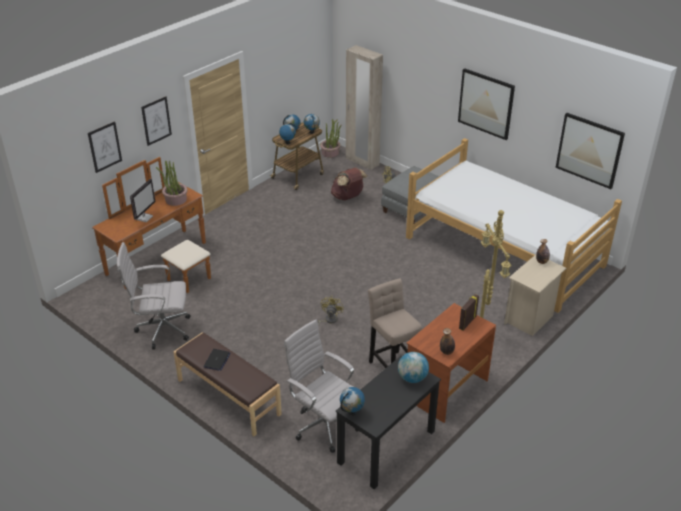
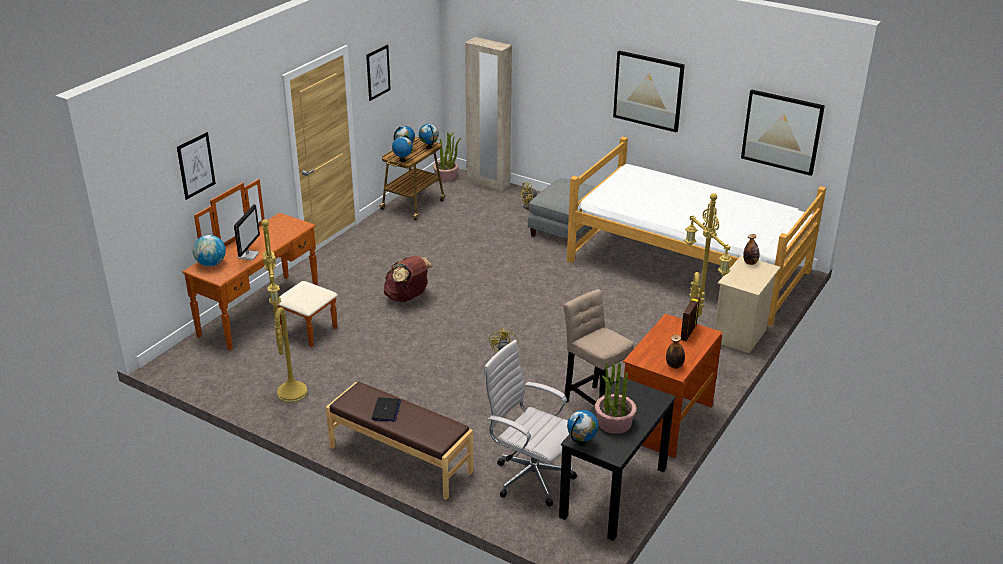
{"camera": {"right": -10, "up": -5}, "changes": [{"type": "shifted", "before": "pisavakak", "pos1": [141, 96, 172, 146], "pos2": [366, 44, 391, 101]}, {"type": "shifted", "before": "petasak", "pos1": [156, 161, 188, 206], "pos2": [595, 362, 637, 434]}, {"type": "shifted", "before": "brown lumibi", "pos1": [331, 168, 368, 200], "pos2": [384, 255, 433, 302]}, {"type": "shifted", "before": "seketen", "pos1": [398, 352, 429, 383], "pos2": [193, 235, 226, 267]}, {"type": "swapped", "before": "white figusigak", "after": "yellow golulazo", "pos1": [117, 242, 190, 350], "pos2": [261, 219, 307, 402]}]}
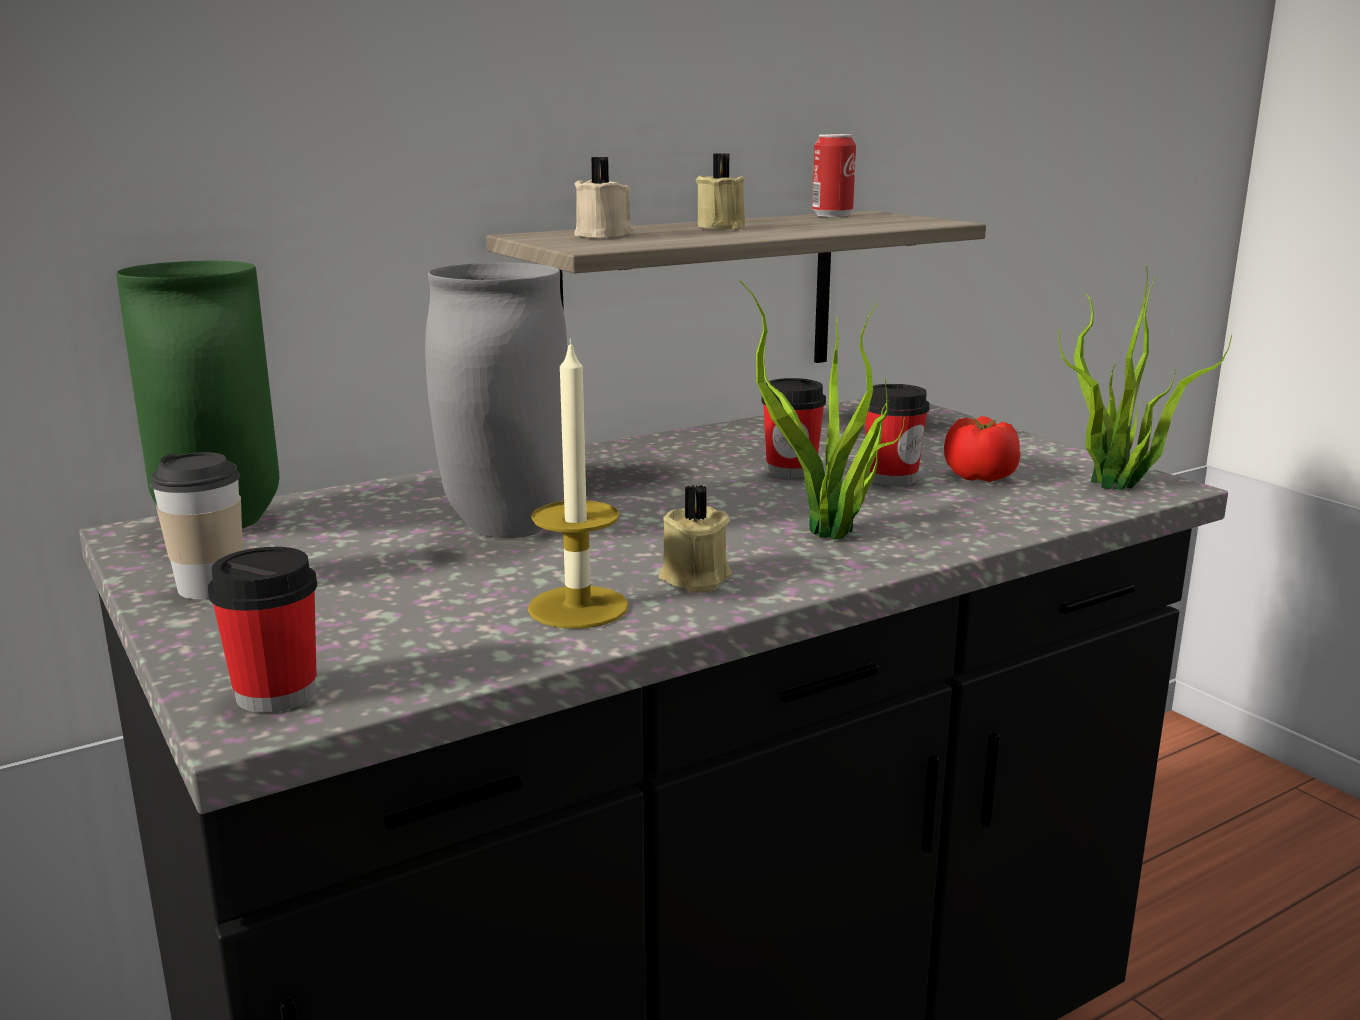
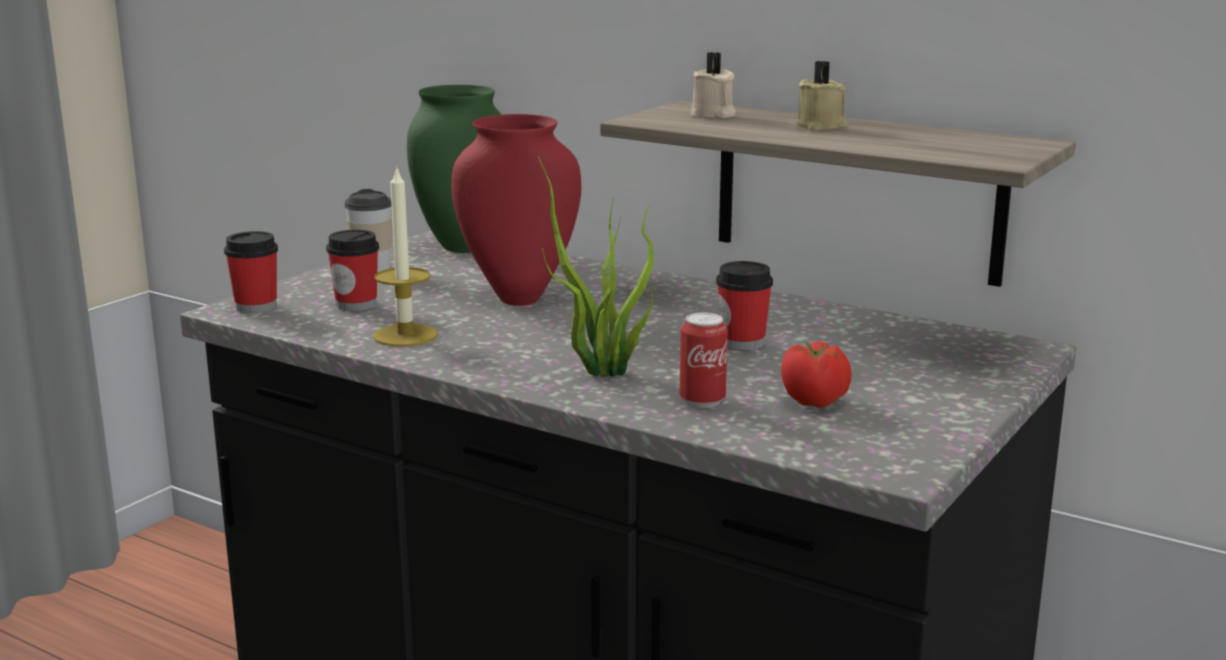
{"camera": {"right": 65, "up": 0}, "changes": [{"type": "gone", "before": "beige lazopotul", "pos1": [659, 485, 732, 593]}, {"type": "gone", "before": "petasak", "pos1": [1058, 265, 1232, 490]}, {"type": "shifted", "before": "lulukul", "pos1": [812, 134, 856, 217], "pos2": [680, 312, 728, 408]}, {"type": "shifted", "before": "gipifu", "pos1": [865, 384, 930, 486], "pos2": [326, 230, 379, 311]}, {"type": "repainted", "before": "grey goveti", "after": "red goveti", "pos1": [425, 263, 567, 538], "pos2": [451, 114, 581, 306]}]}
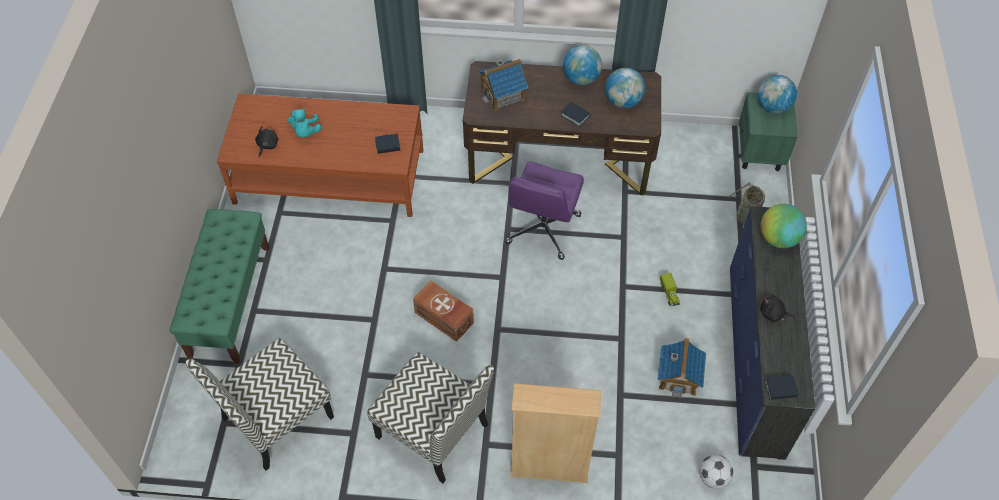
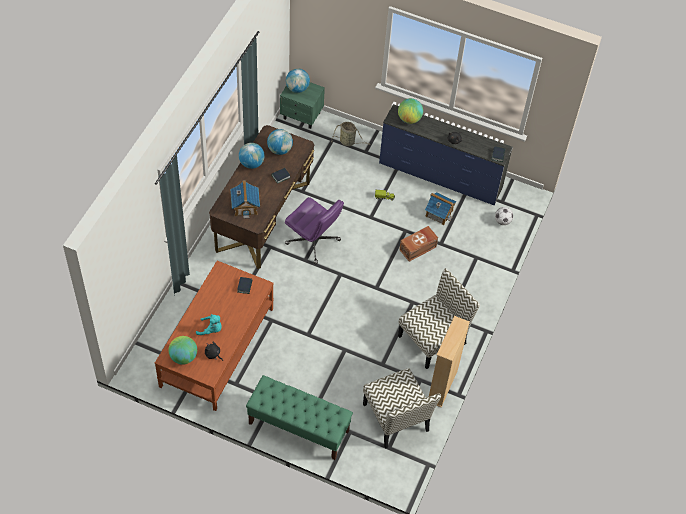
{"camera": {"right": -75, "up": 0}, "changes": [{"type": "new", "after": "seketen", "pos2": [169, 336, 197, 365]}, {"type": "shifted", "before": "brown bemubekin", "pos1": [413, 280, 474, 342], "pos2": [399, 226, 438, 262]}, {"type": "shifted", "before": "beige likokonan", "pos1": [510, 383, 601, 483], "pos2": [429, 316, 470, 407]}]}
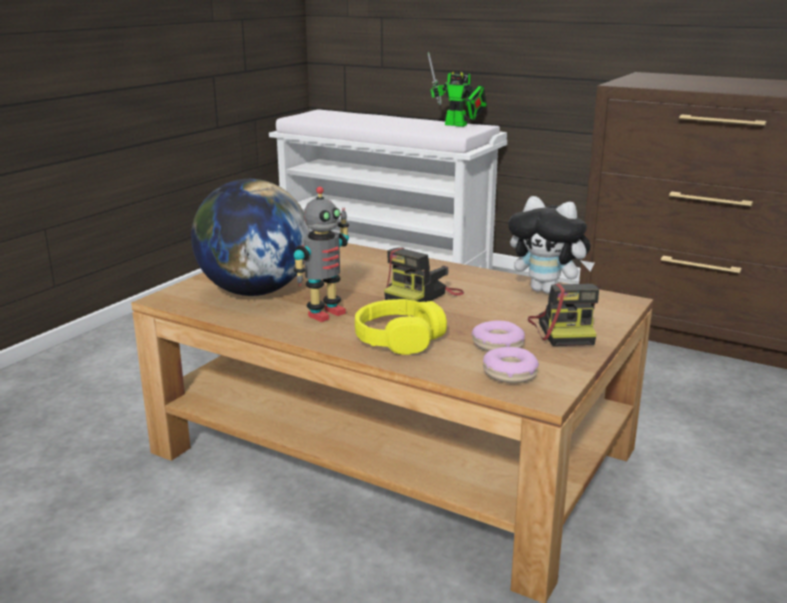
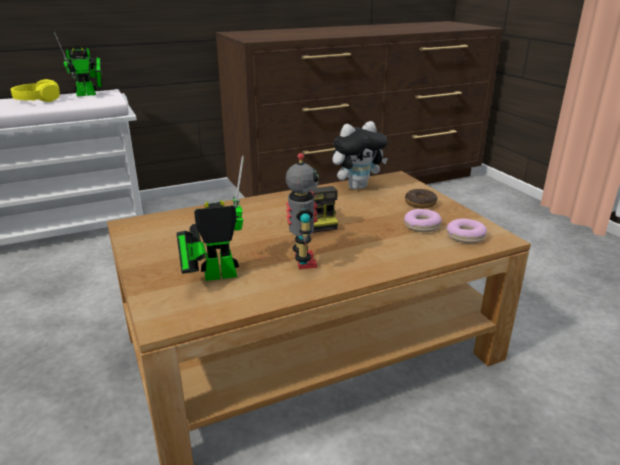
{"camera": {"right": -55, "up": 5}, "changes": [{"type": "shifted", "before": "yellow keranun", "pos1": [355, 299, 447, 355], "pos2": [11, 79, 60, 102]}, {"type": "swapped", "before": "seketen", "after": "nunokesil", "pos1": [191, 179, 310, 296], "pos2": [176, 156, 244, 281]}, {"type": "swapped", "before": "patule", "after": "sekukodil", "pos1": [528, 283, 599, 346], "pos2": [405, 189, 438, 208]}]}
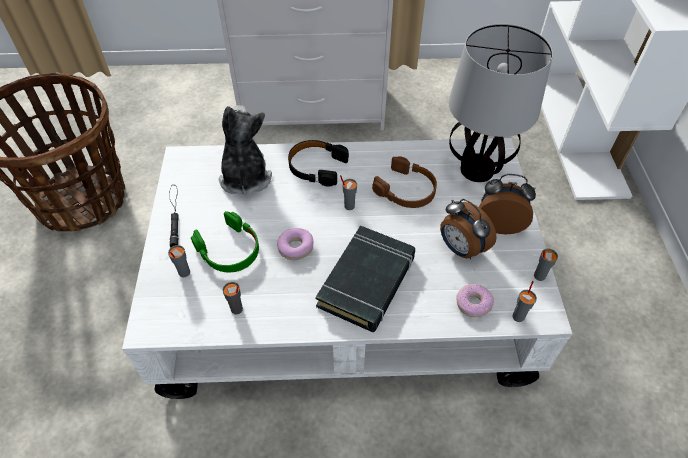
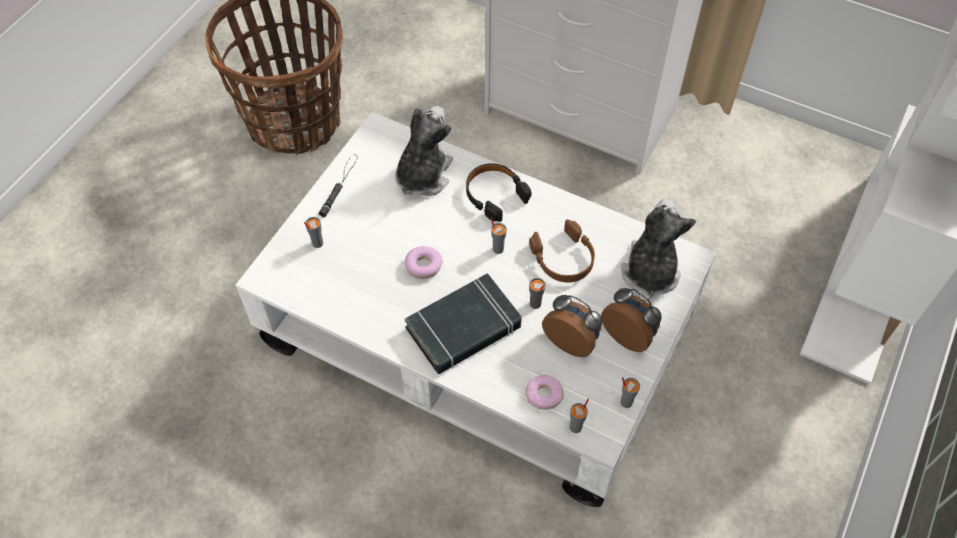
{"camera": {"right": 30, "up": 5}, "changes": [{"type": "gone", "before": "green keranun", "pos1": [191, 211, 259, 272]}, {"type": "shifted", "before": "grey gipifu", "pos1": [222, 282, 243, 314], "pos2": [529, 278, 545, 309]}, {"type": "swapped", "before": "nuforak", "after": "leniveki", "pos1": [449, 24, 553, 182], "pos2": [621, 198, 696, 298]}, {"type": "rotated", "before": "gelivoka", "pos1": [440, 199, 497, 259], "pos2": [542, 295, 602, 357], "turn": 135}]}
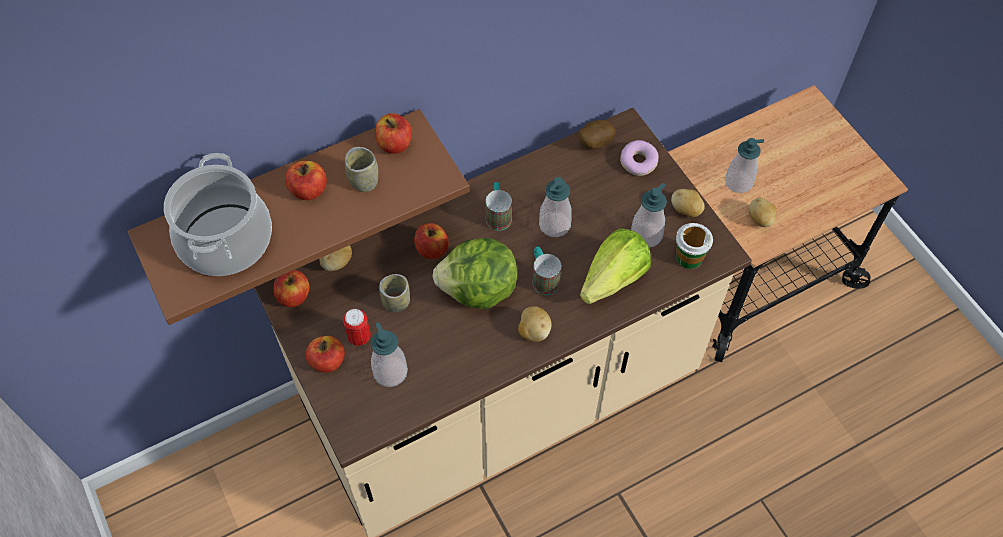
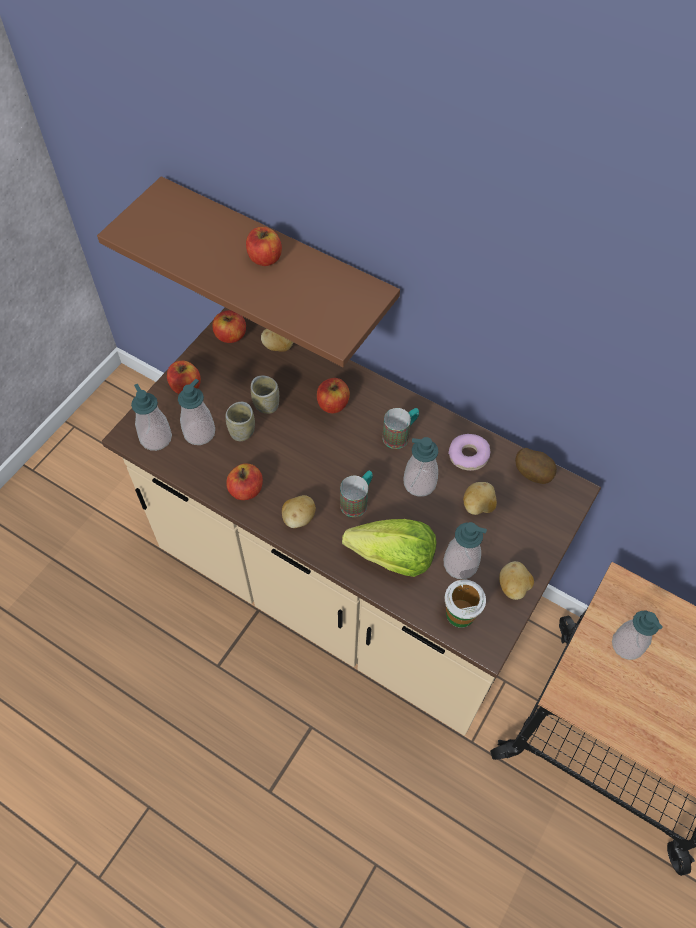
{"camera": {"right": 60, "up": 0}, "changes": [{"type": "gone", "before": "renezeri", "pos1": [164, 153, 272, 276]}, {"type": "gone", "before": "lulukul", "pos1": [343, 309, 371, 346]}, {"type": "gone", "before": "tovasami", "pos1": [432, 238, 517, 310]}, {"type": "new", "after": "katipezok", "pos2": [131, 384, 172, 451]}, {"type": "shifted", "before": "gipifu", "pos1": [345, 147, 378, 192], "pos2": [225, 402, 255, 441]}, {"type": "shifted", "before": "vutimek", "pos1": [375, 113, 412, 154], "pos2": [226, 463, 263, 500]}, {"type": "shifted", "before": "sekukodil", "pos1": [620, 140, 659, 176], "pos2": [448, 434, 490, 471]}, {"type": "shifted", "before": "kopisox", "pos1": [749, 197, 777, 227], "pos2": [463, 482, 497, 515]}]}
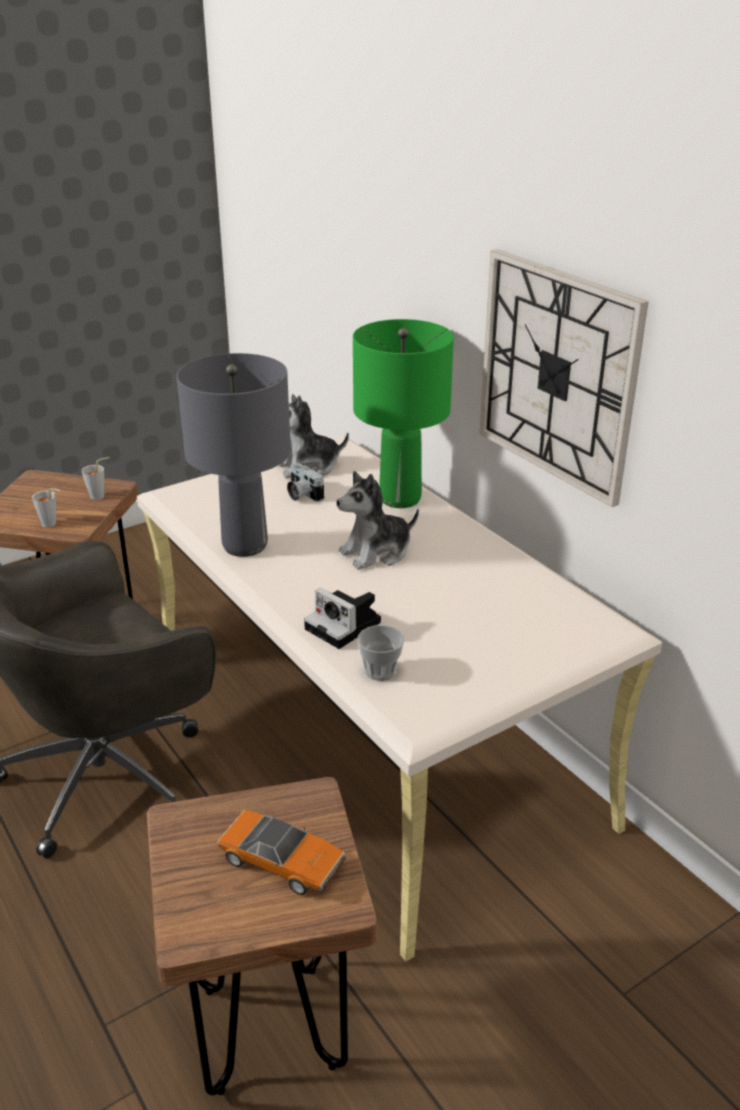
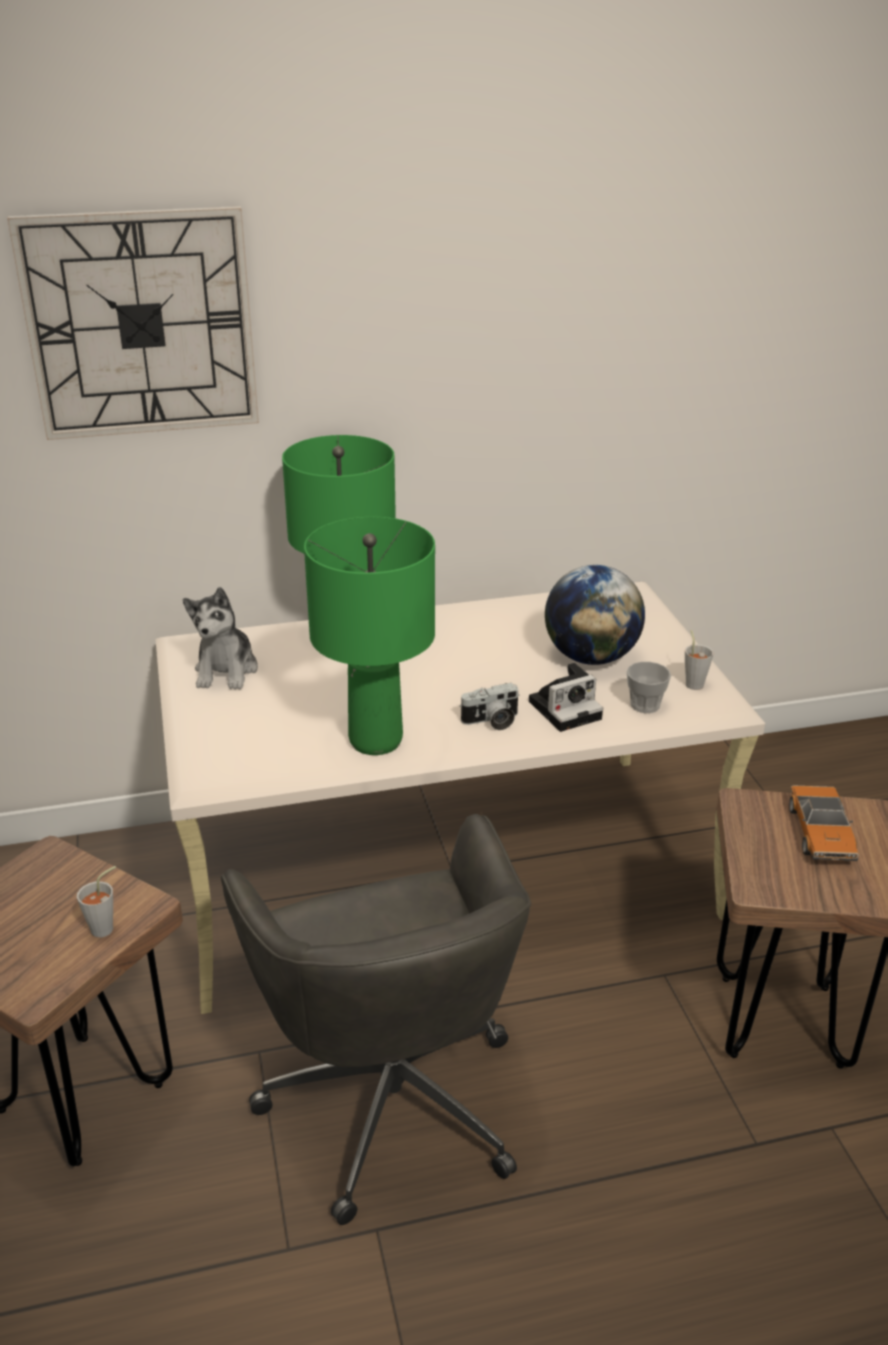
{"camera": {"right": -70, "up": 0}, "changes": [{"type": "gone", "before": "leniveki", "pos1": [337, 471, 419, 570]}, {"type": "new", "after": "seketen", "pos2": [545, 565, 645, 665]}, {"type": "shifted", "before": "grey gipifu", "pos1": [82, 457, 109, 500], "pos2": [685, 630, 714, 690]}, {"type": "shifted", "before": "patule", "pos1": [287, 463, 324, 502], "pos2": [459, 683, 519, 730]}, {"type": "shifted", "before": "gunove", "pos1": [479, 249, 649, 507], "pos2": [7, 206, 259, 440]}, {"type": "repainted", "before": "grey nuforak", "after": "green nuforak", "pos1": [176, 353, 291, 557], "pos2": [304, 517, 435, 755]}, {"type": "rotated", "before": "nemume", "pos1": [217, 809, 346, 895], "pos2": [789, 785, 859, 861], "turn": 135}]}
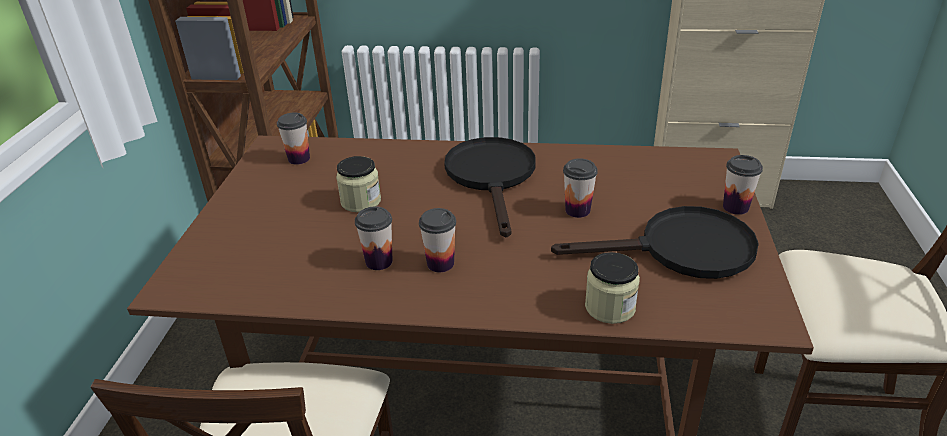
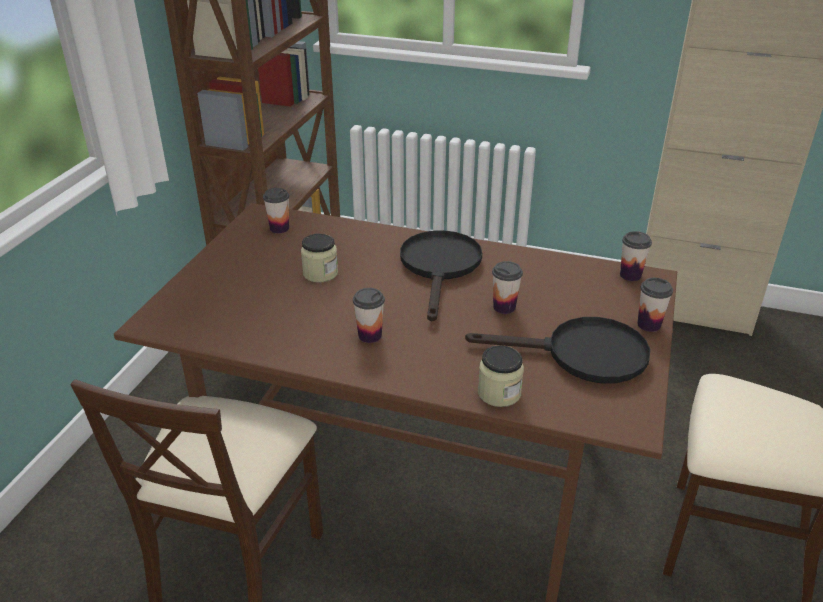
{"camera": {"right": 10, "up": 0}, "changes": [{"type": "shifted", "before": "gipifu", "pos1": [355, 206, 393, 270], "pos2": [620, 231, 652, 281]}]}
